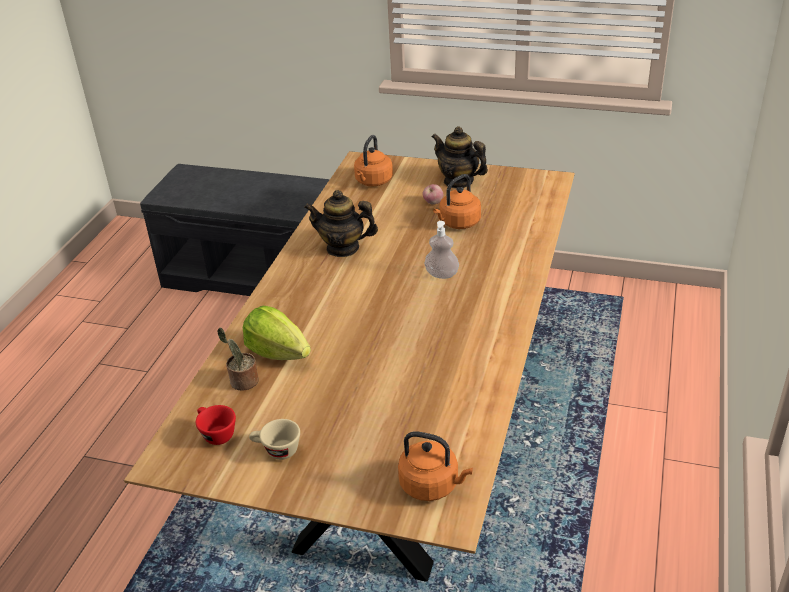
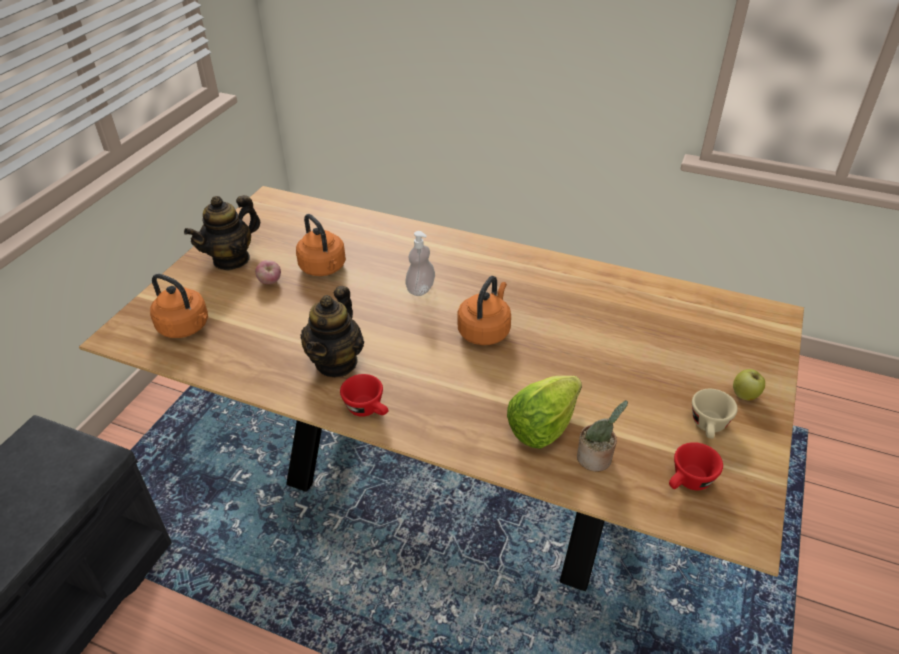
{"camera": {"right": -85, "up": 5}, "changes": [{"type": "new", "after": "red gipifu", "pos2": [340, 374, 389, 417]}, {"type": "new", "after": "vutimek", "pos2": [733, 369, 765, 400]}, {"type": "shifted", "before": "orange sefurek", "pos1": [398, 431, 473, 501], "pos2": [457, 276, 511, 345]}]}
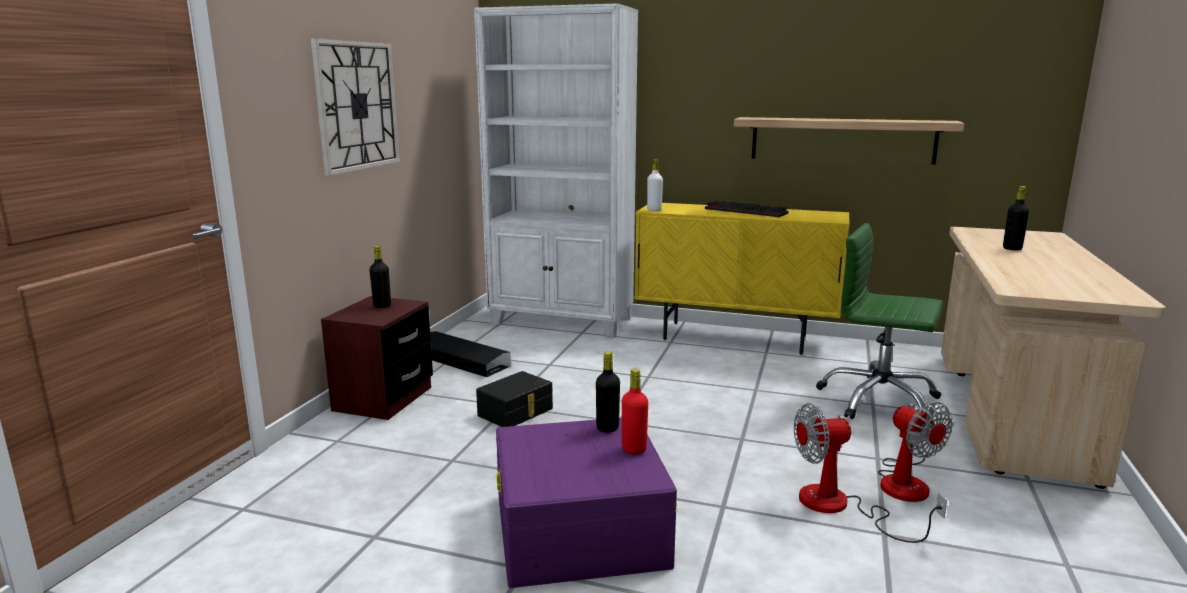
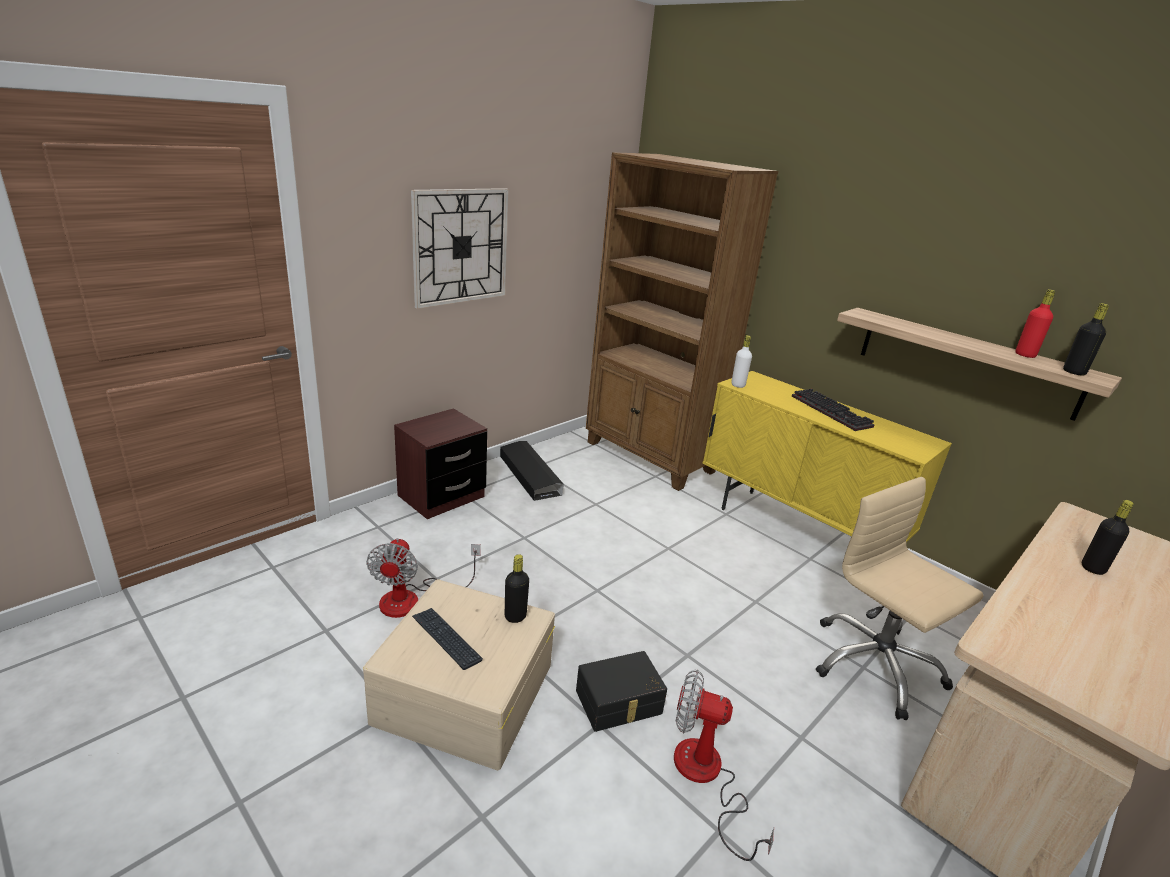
{"camera": {"right": 25, "up": 10}, "changes": [{"type": "new", "after": "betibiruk", "pos2": [412, 608, 483, 670]}, {"type": "shifted", "before": "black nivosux", "pos1": [370, 246, 391, 308], "pos2": [1063, 303, 1109, 376]}, {"type": "shifted", "before": "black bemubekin", "pos1": [476, 371, 553, 427], "pos2": [576, 651, 667, 732]}, {"type": "shifted", "before": "red nivosux", "pos1": [622, 369, 648, 455], "pos2": [1015, 289, 1056, 358]}, {"type": "shifted", "before": "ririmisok", "pos1": [878, 402, 953, 502], "pos2": [366, 538, 481, 618]}, {"type": "repainted", "before": "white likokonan", "after": "brown likokonan", "pos1": [474, 3, 638, 337], "pos2": [586, 152, 778, 491]}, {"type": "repainted", "before": "purple bemubekin", "after": "beige bemubekin", "pos1": [496, 418, 678, 588], "pos2": [363, 580, 555, 770]}, {"type": "repainted", "before": "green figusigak", "after": "beige figusigak", "pos1": [816, 223, 944, 419], "pos2": [816, 477, 983, 720]}]}
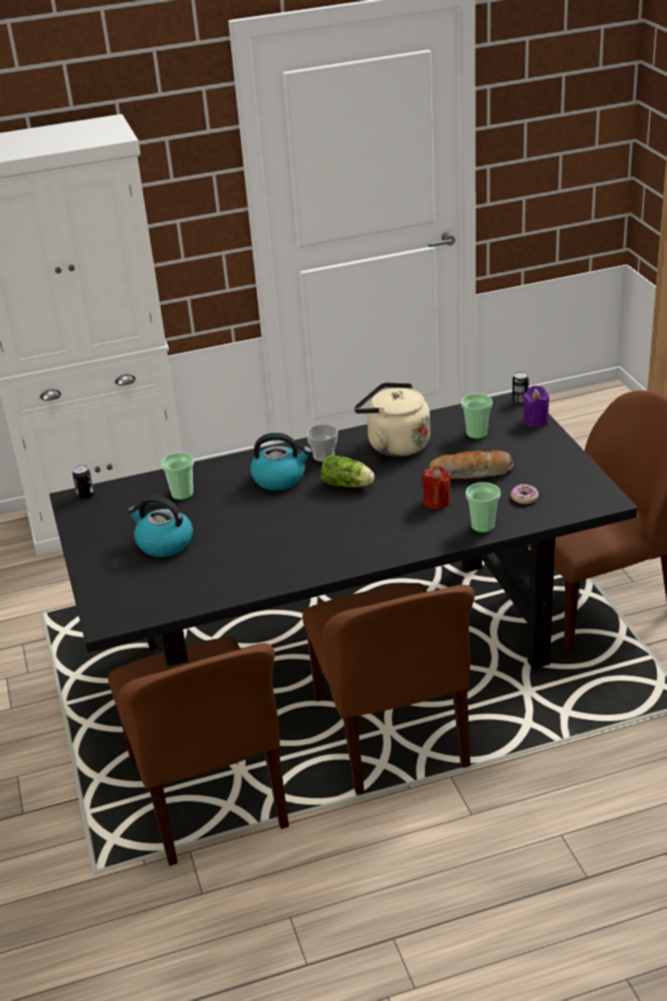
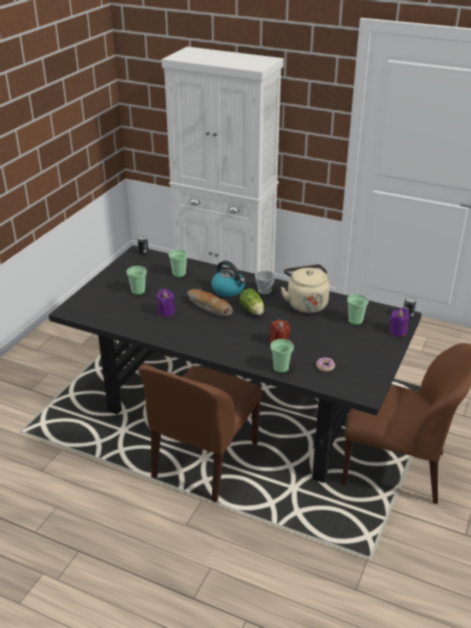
{"camera": {"right": 40, "up": 0}, "changes": [{"type": "gone", "before": "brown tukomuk", "pos1": [108, 637, 289, 866]}, {"type": "new", "after": "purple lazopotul", "pos2": [156, 289, 175, 317]}, {"type": "shifted", "before": "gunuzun", "pos1": [429, 450, 513, 479], "pos2": [187, 289, 233, 316]}, {"type": "swapped", "before": "sefurek", "after": "gipifu", "pos1": [127, 495, 193, 557], "pos2": [127, 266, 147, 295]}]}
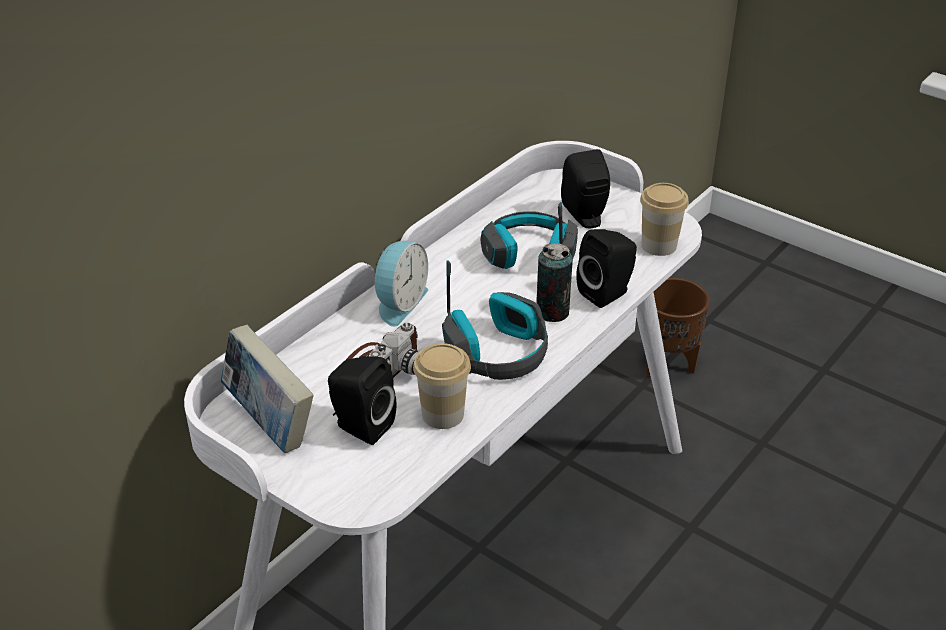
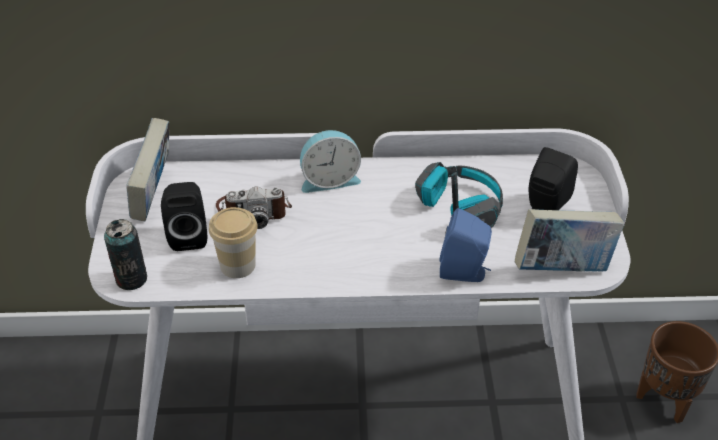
{"camera": {"right": 50, "up": 5}, "changes": [{"type": "gone", "before": "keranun", "pos1": [442, 260, 548, 380]}, {"type": "shifted", "before": "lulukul", "pos1": [536, 243, 573, 322], "pos2": [104, 219, 147, 290]}, {"type": "swapped", "before": "gipifu", "after": "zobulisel", "pos1": [640, 183, 689, 256], "pos2": [515, 209, 624, 272]}, {"type": "repainted", "before": "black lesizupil", "after": "blue lesizupil", "pos1": [576, 229, 637, 308], "pos2": [439, 208, 492, 282]}]}
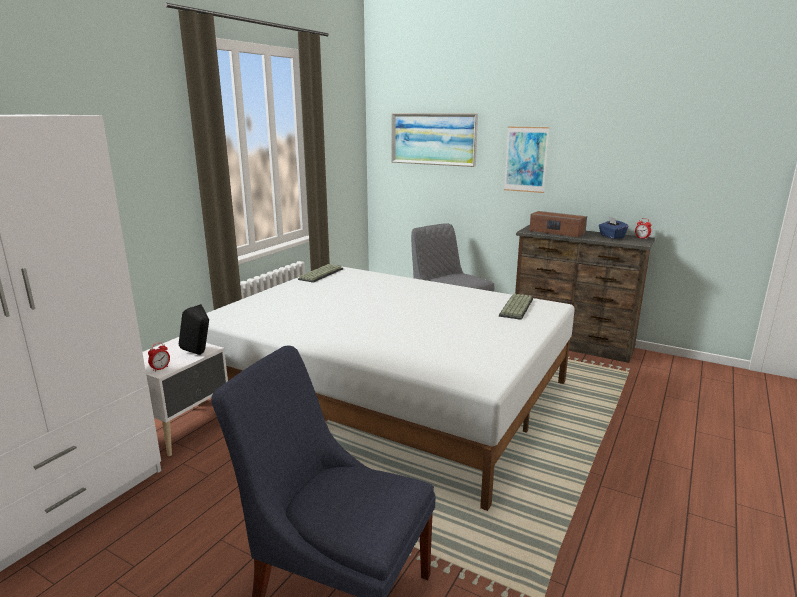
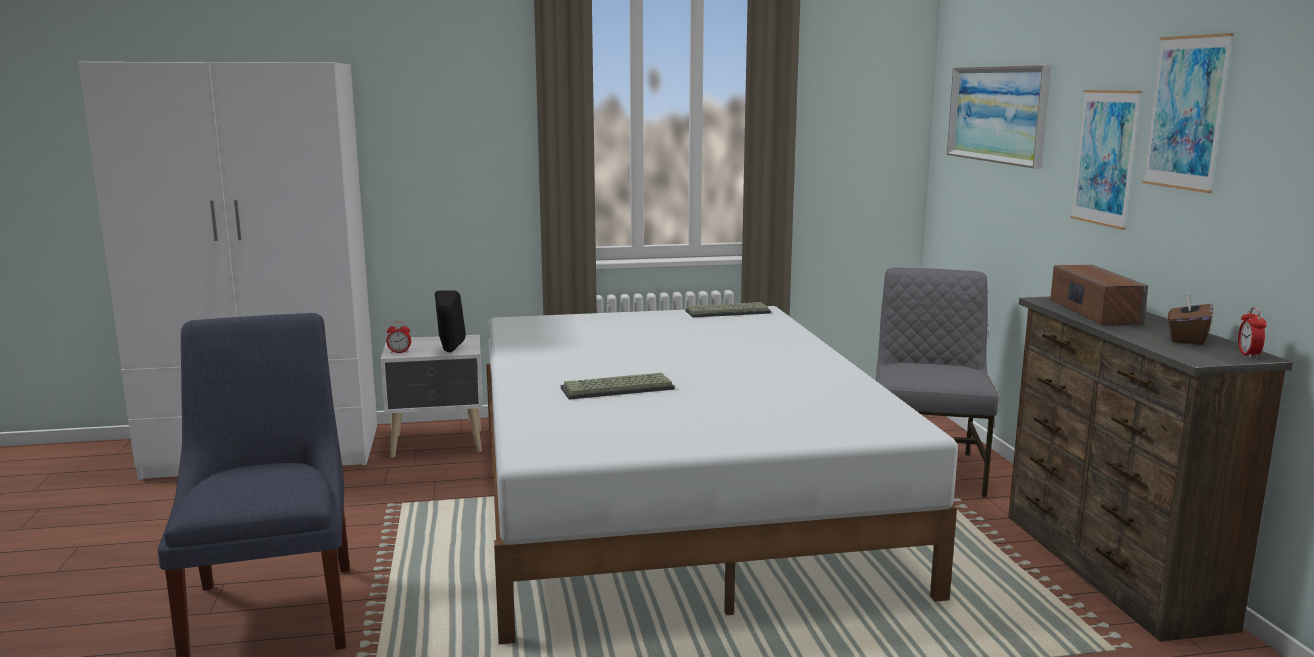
{"camera": {"right": 50, "up": -5}, "changes": [{"type": "new", "after": "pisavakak", "pos2": [1142, 33, 1234, 193]}, {"type": "shifted", "before": "betibiruk", "pos1": [499, 294, 533, 320], "pos2": [561, 373, 675, 400]}, {"type": "repainted", "before": "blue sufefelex", "after": "brown sufefelex", "pos1": [599, 217, 628, 239], "pos2": [1168, 292, 1214, 345]}]}
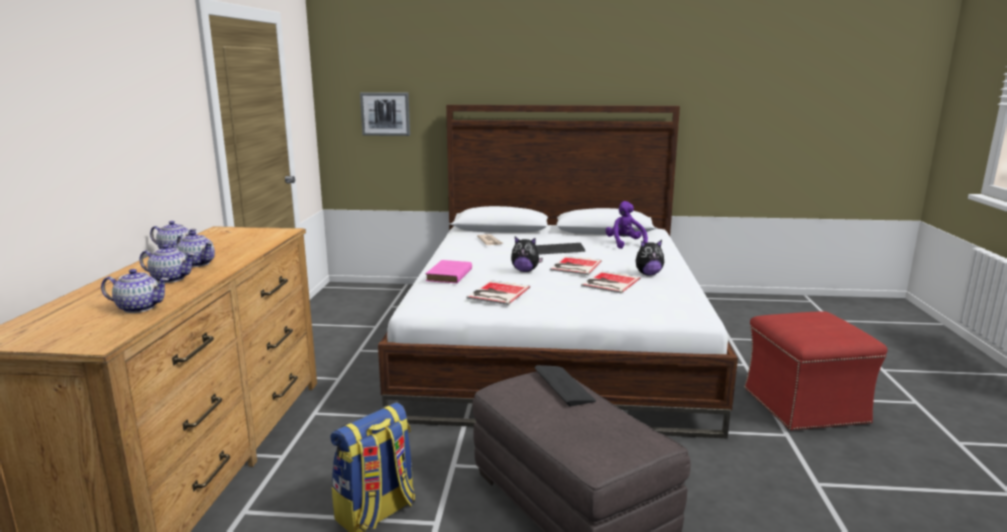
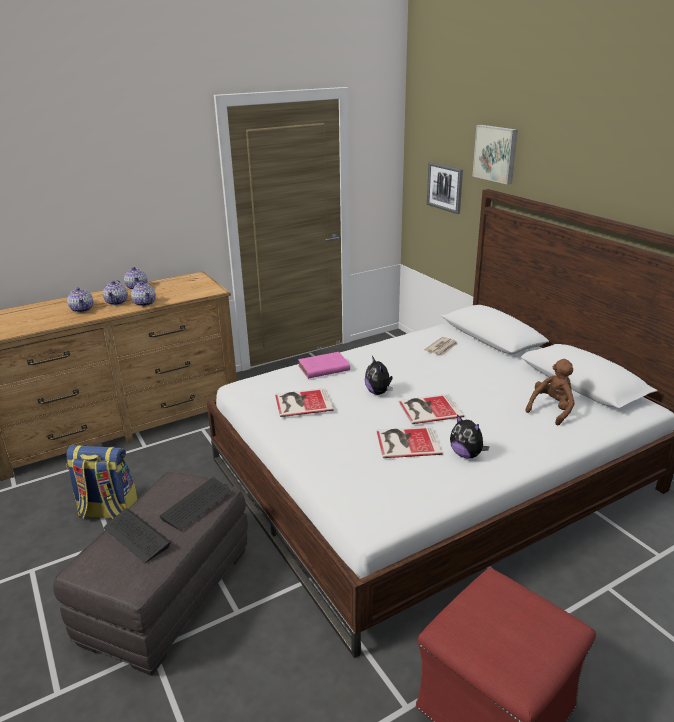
{"camera": {"right": 55, "up": 10}, "changes": [{"type": "new", "after": "pisavakak", "pos2": [473, 125, 518, 184]}, {"type": "shifted", "before": "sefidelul", "pos1": [101, 269, 169, 313], "pos2": [131, 282, 156, 306]}, {"type": "shifted", "before": "betibiruk", "pos1": [536, 243, 585, 255], "pos2": [104, 509, 171, 563]}, {"type": "repainted", "before": "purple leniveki", "after": "brown leniveki", "pos1": [605, 201, 648, 249], "pos2": [525, 359, 575, 426]}]}
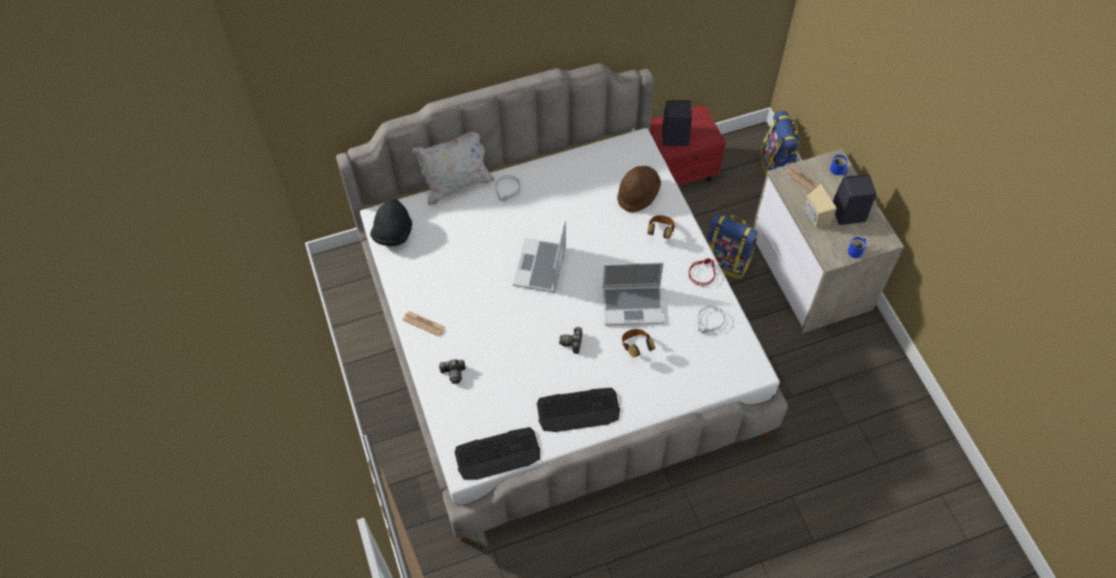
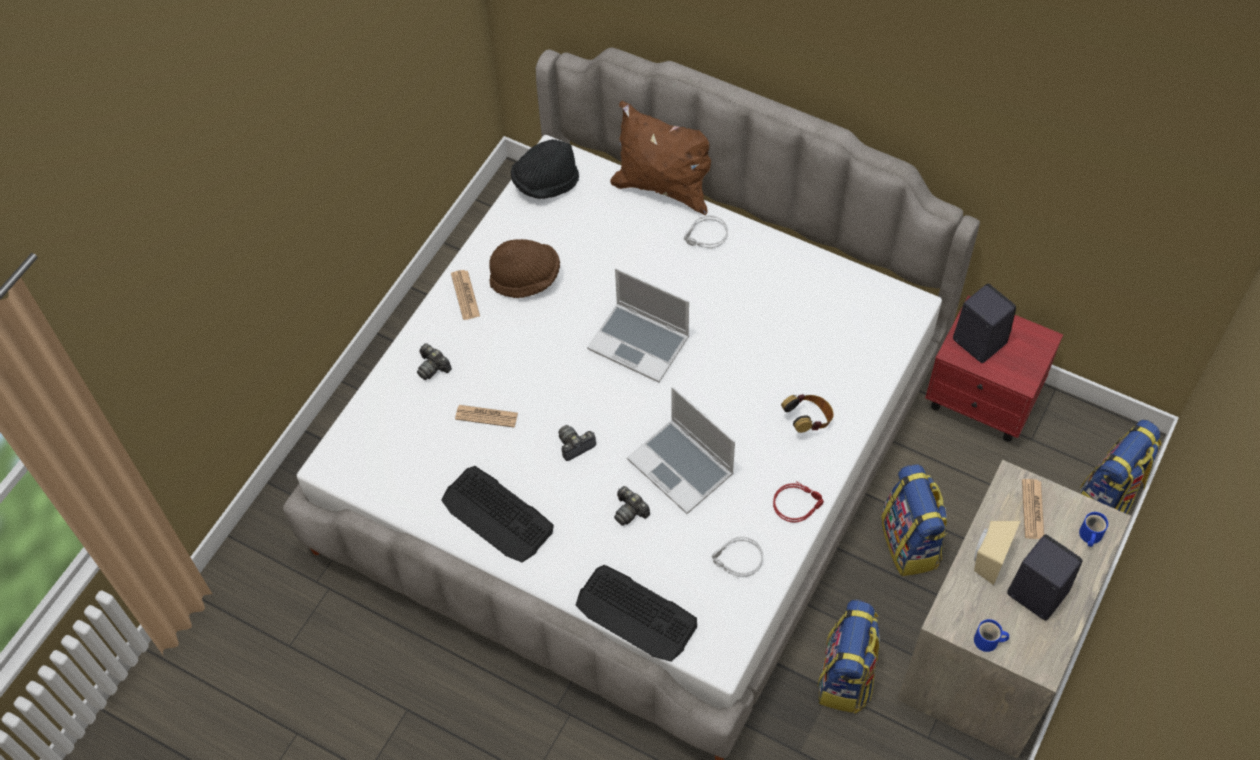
{"camera": {"right": 50, "up": 0}, "changes": [{"type": "new", "after": "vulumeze", "pos2": [455, 405, 518, 428]}, {"type": "new", "after": "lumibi", "pos2": [818, 599, 880, 714]}, {"type": "shifted", "before": "betibiruk", "pos1": [455, 427, 540, 480], "pos2": [576, 565, 697, 661]}, {"type": "shifted", "before": "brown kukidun", "pos1": [617, 166, 661, 213], "pos2": [489, 239, 560, 298]}, {"type": "swapped", "before": "keranun", "after": "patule", "pos1": [622, 329, 655, 358], "pos2": [614, 486, 650, 526]}, {"type": "repainted", "before": "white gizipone", "after": "brown gizipone", "pos1": [412, 132, 495, 205], "pos2": [610, 101, 711, 215]}, {"type": "rotated", "before": "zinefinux", "pos1": [513, 221, 566, 293], "pos2": [587, 268, 689, 383], "turn": -120}]}
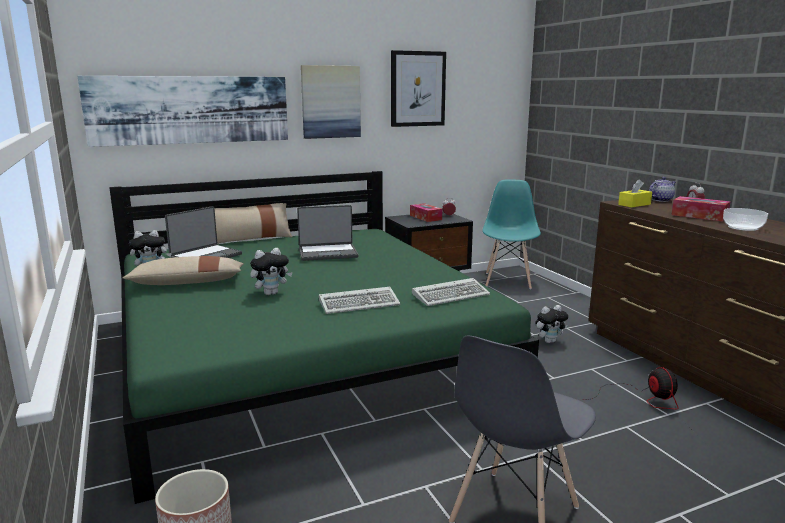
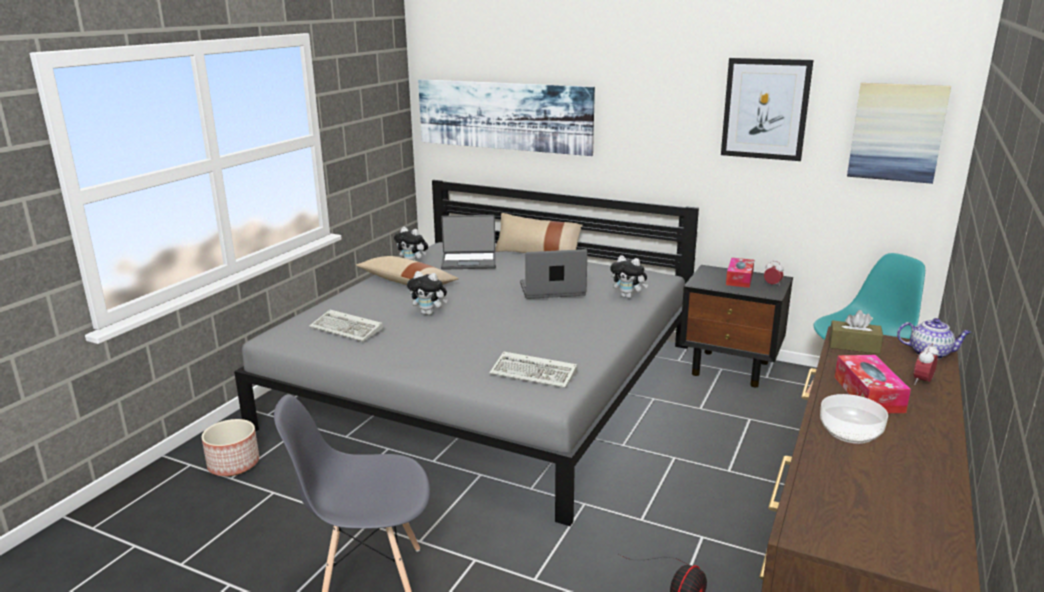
{"camera": {"right": 50, "up": 5}, "changes": [{"type": "shifted", "before": "pisavakak", "pos1": [301, 65, 361, 139], "pos2": [847, 83, 951, 184]}, {"type": "shifted", "before": "betibiruk", "pos1": [319, 287, 400, 314], "pos2": [309, 309, 383, 342]}, {"type": "shifted", "before": "leniveki", "pos1": [535, 305, 568, 343], "pos2": [610, 255, 648, 298]}, {"type": "repainted", "before": "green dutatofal", "after": "grey dutatofal", "pos1": [109, 171, 539, 504], "pos2": [234, 180, 699, 526]}, {"type": "repainted", "before": "yellow sufefelex", "after": "brown sufefelex", "pos1": [618, 179, 652, 208], "pos2": [829, 310, 883, 354]}, {"type": "rotated", "before": "zinefinux", "pos1": [297, 205, 358, 261], "pos2": [520, 249, 587, 299], "turn": 135}]}
